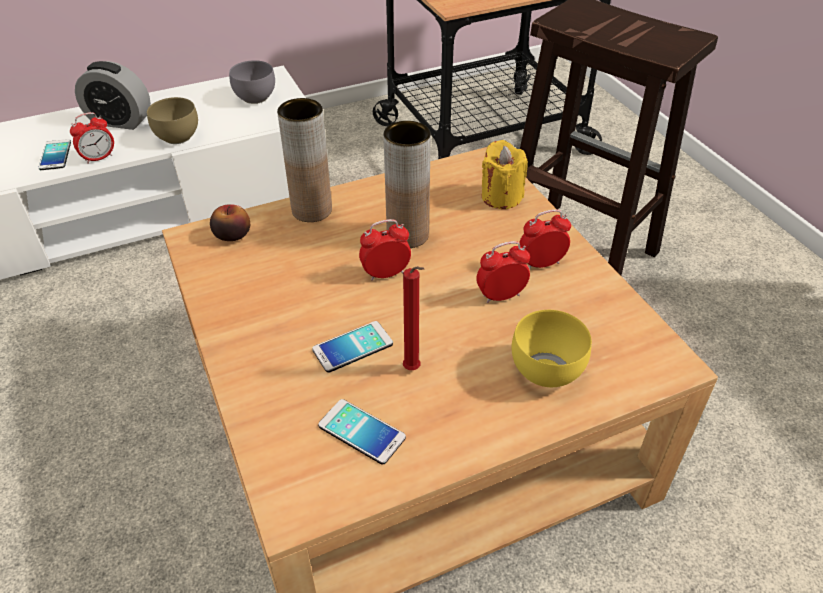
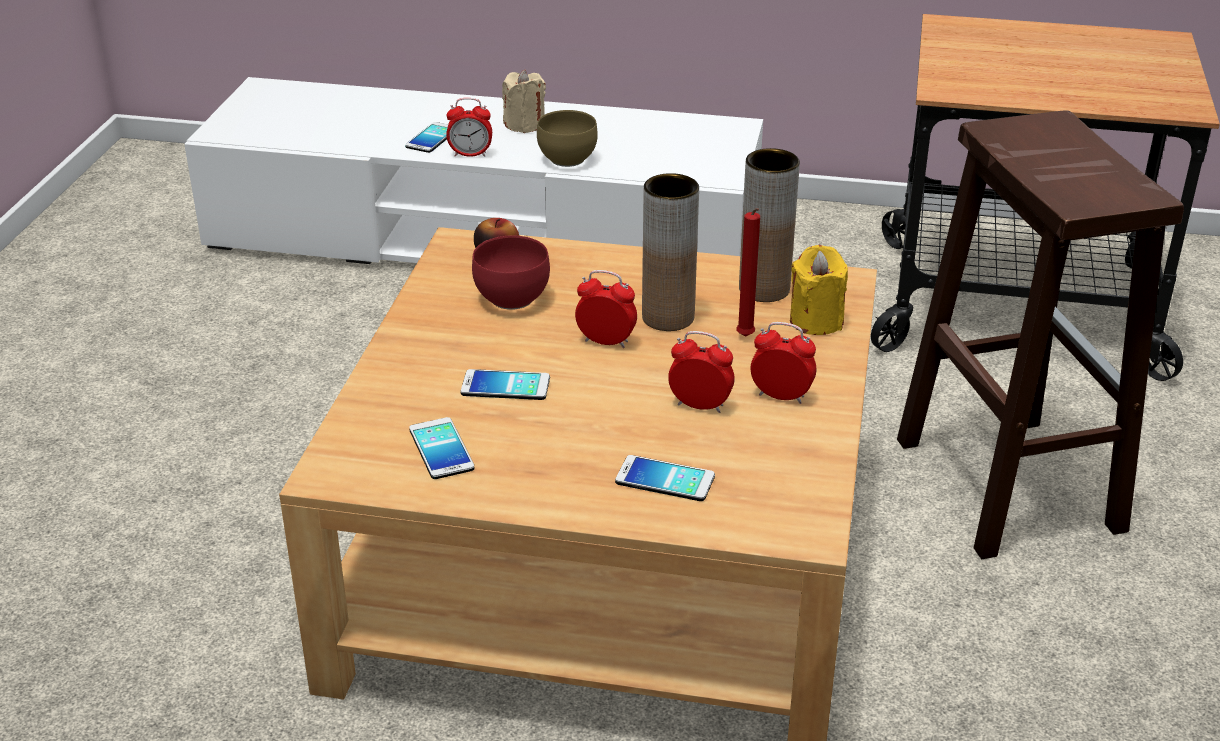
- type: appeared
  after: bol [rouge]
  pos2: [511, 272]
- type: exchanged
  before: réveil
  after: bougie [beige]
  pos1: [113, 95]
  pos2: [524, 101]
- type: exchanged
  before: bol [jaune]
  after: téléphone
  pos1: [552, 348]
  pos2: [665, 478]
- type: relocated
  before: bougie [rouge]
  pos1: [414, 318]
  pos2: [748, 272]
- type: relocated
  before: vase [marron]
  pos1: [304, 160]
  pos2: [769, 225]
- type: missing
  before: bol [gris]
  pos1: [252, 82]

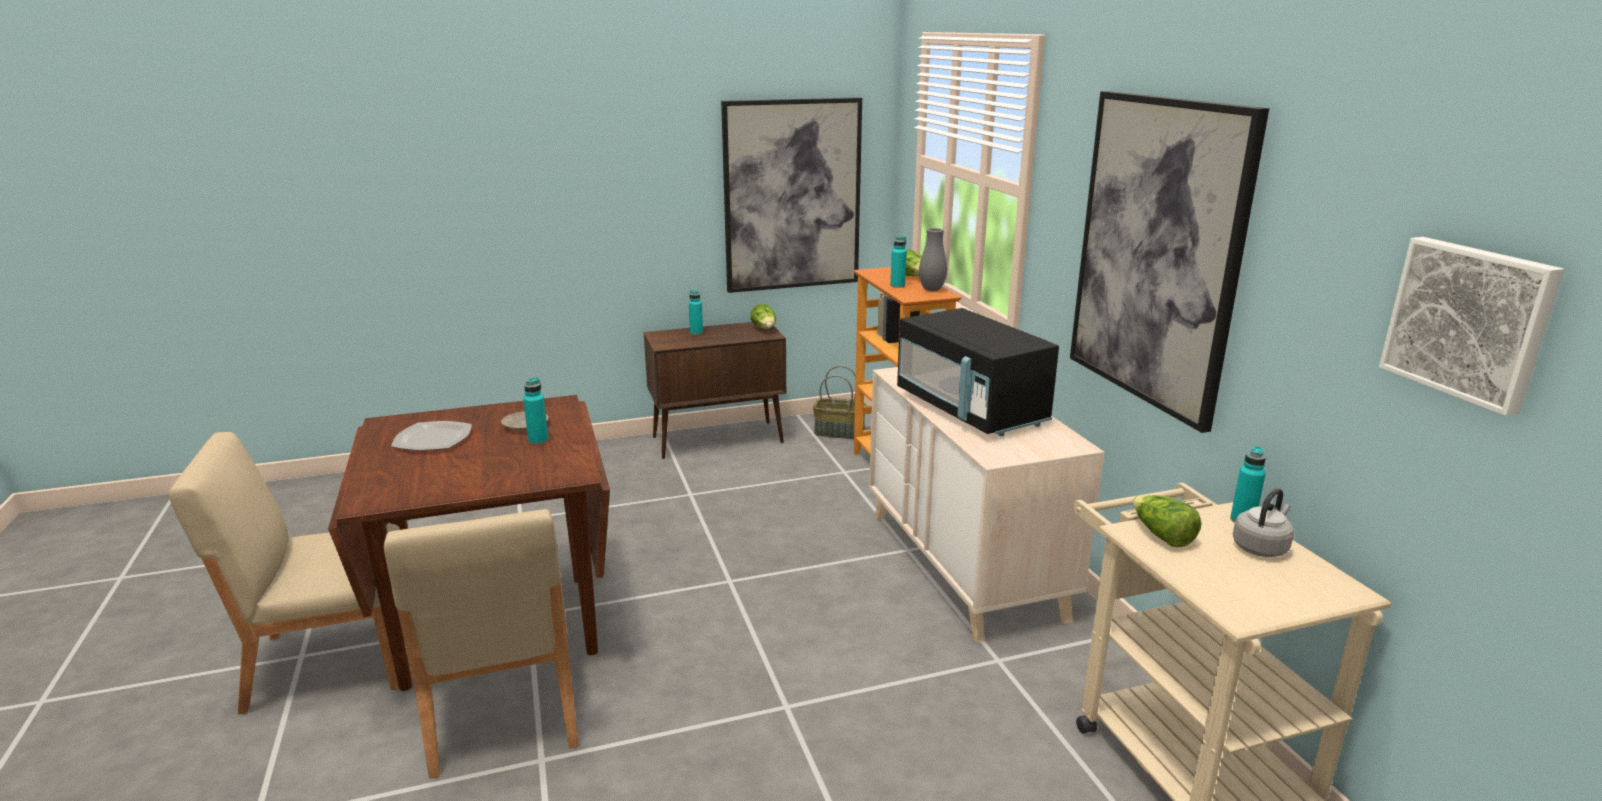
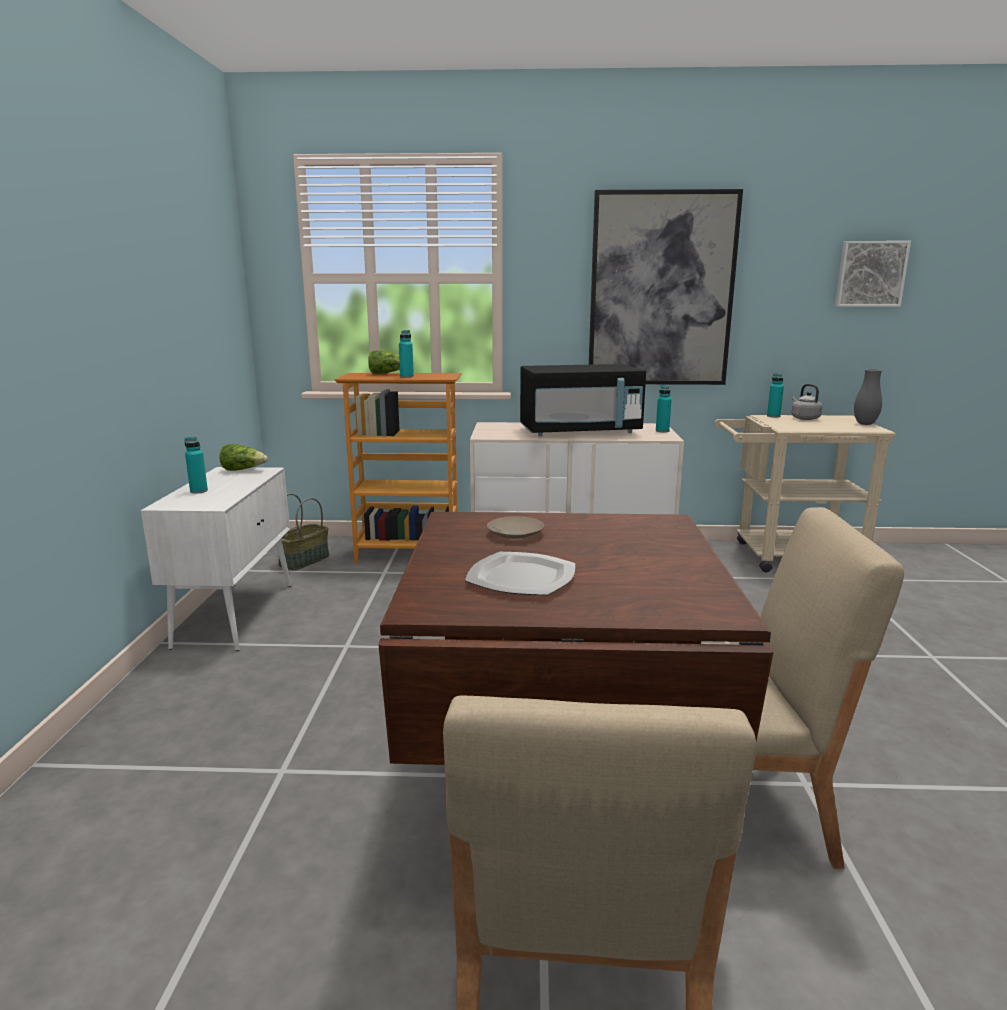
- type: colour
  before: meuble de rangement [marron]
  after: meuble de rangement [blanc]
  pos1: [715, 390]
  pos2: [216, 559]
- type: relocated
  before: bouteille [turquoise]
  pos1: [535, 411]
  pos2: [664, 408]
- type: relocated
  before: vase [gris]
  pos1: [933, 259]
  pos2: [868, 397]
- type: missing
  before: tableau
  pos1: [791, 195]
- type: missing
  before: laitue
  pos1: [1167, 521]

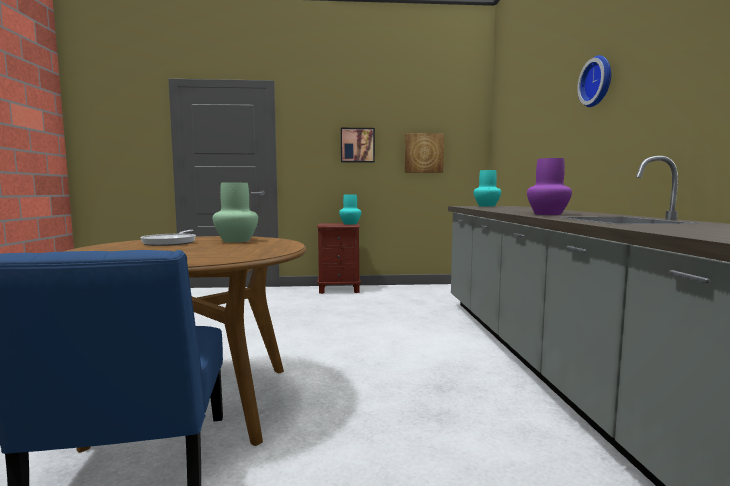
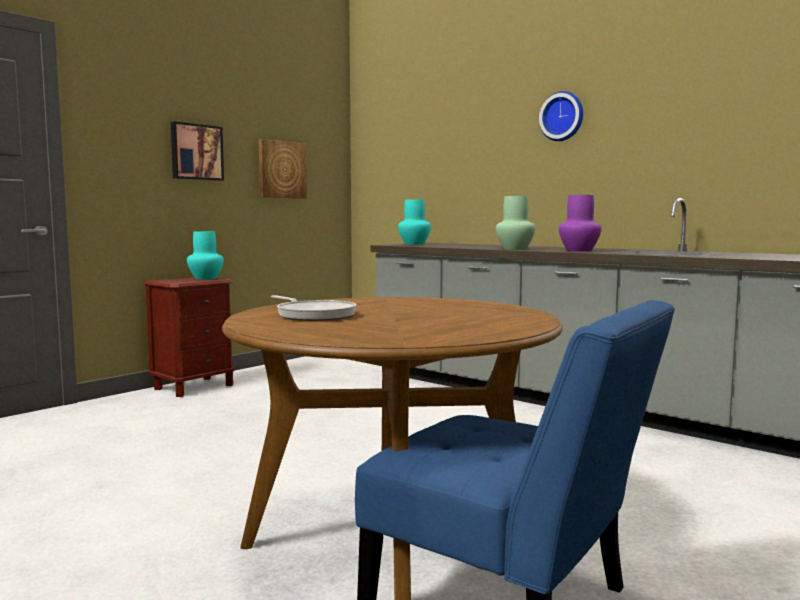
- type: relocated
  before: vase [vert]
  pos1: [235, 213]
  pos2: [516, 223]

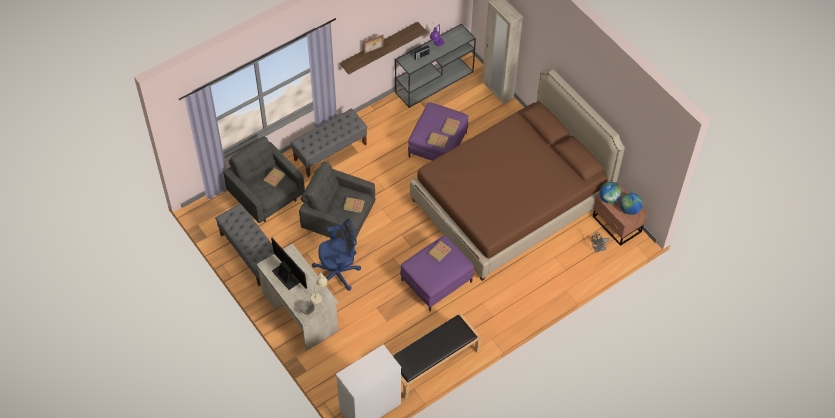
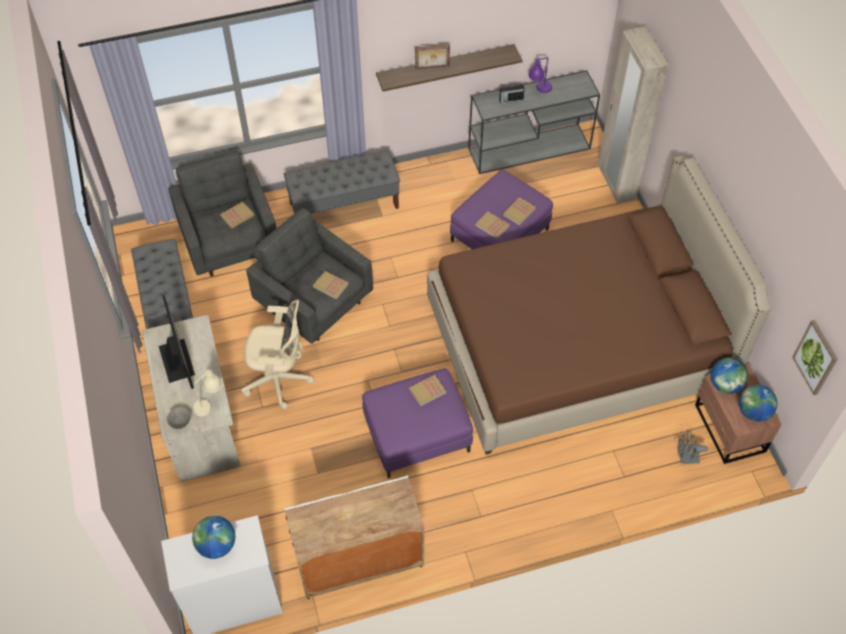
- type: appeared
  after: globe
  pos2: [213, 537]
- type: colour
  before: chaise de bureau [bleu]
  after: chaise de bureau [beige]
  pos1: [336, 254]
  pos2: [277, 355]
- type: exchanged
  before: banc [noir]
  after: meuble de rangement [blanc]
  pos1: [436, 356]
  pos2: [354, 537]
- type: appeared
  after: tableau
  pos2: [815, 357]

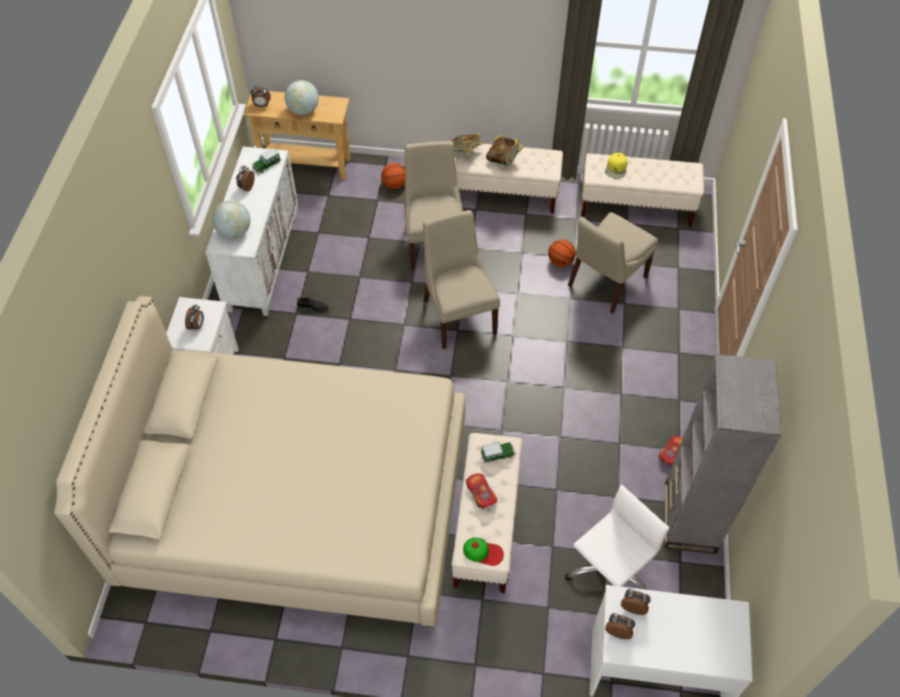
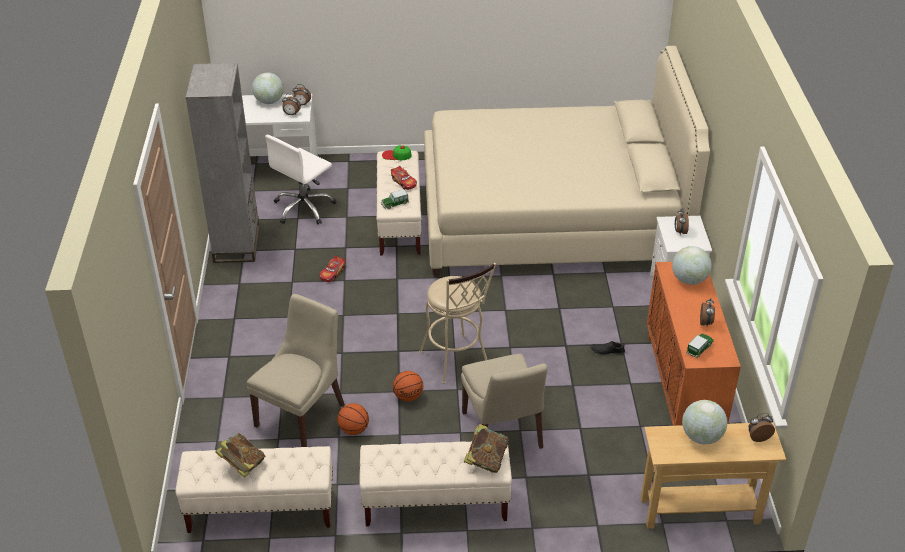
- type: relocated
  before: livre
  pos1: [505, 150]
  pos2: [240, 455]
- type: appeared
  after: globe
  pos2: [268, 88]
- type: relocated
  before: petite voiture
  pos1: [671, 450]
  pos2: [332, 269]
- type: relocated
  before: ballon de basket
  pos1: [393, 176]
  pos2: [408, 386]
- type: exchanged
  before: chaise [beige]
  after: tabouret [beige]
  pos1: [461, 279]
  pos2: [457, 323]
- type: colour
  before: meuble de rangement [blanc]
  after: meuble de rangement [orange]
  pos1: [251, 231]
  pos2: [694, 344]
- type: missing
  before: casquette [jaune]
  pos1: [616, 166]

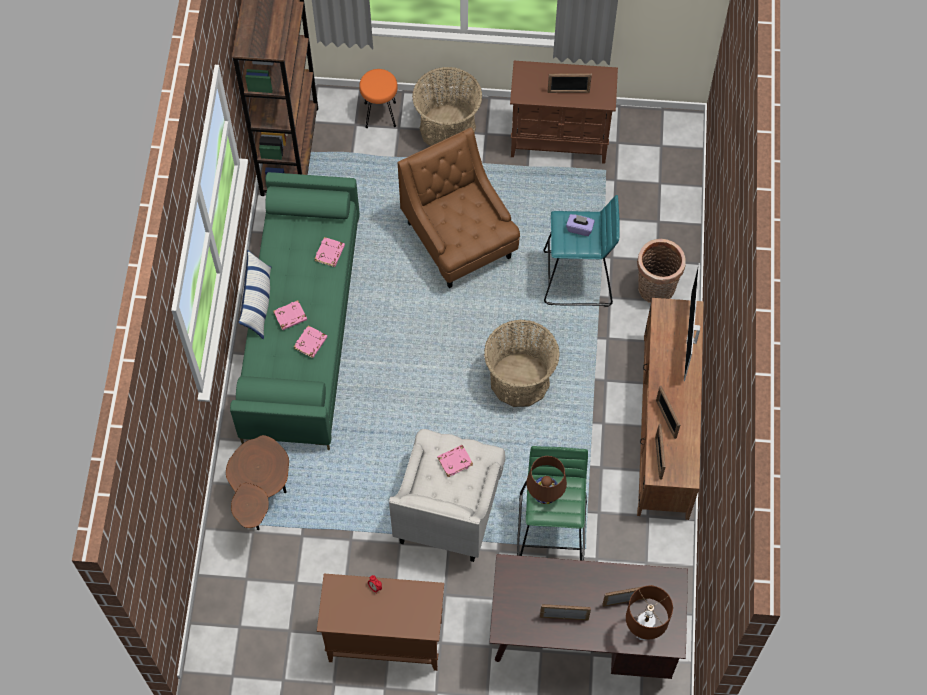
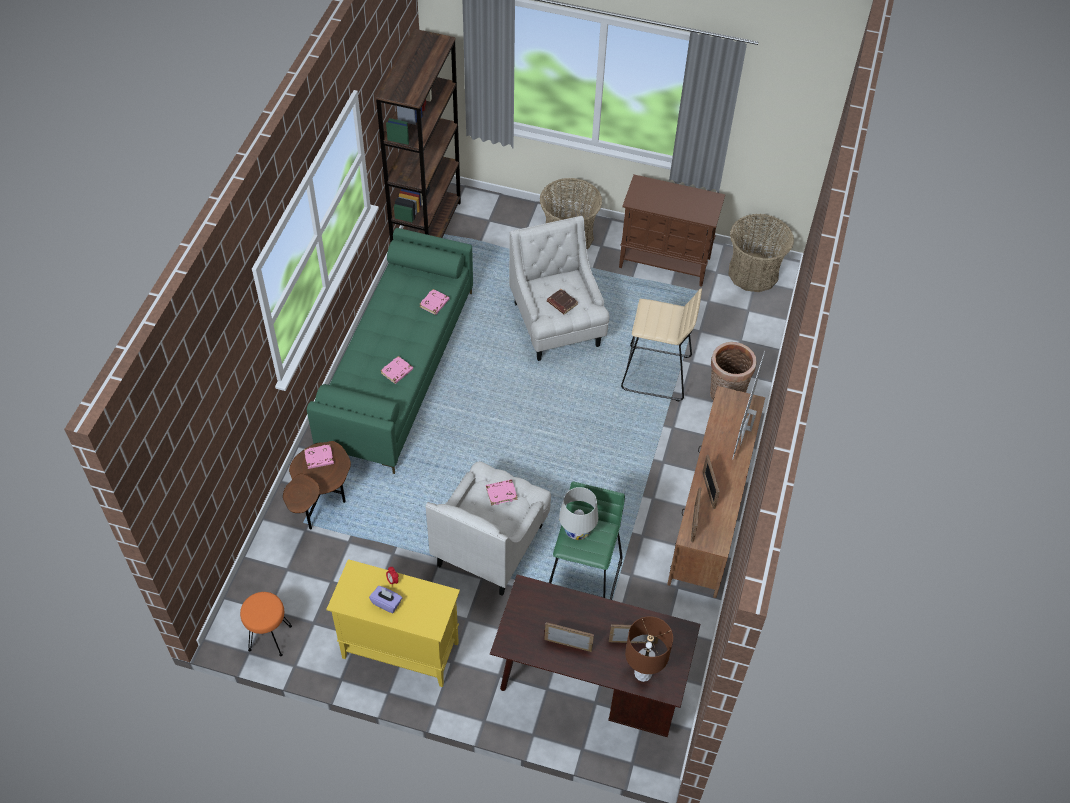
- type: relocated
  before: tabouret [orange]
  pos1: [378, 98]
  pos2: [266, 624]
- type: relocated
  before: livre [rose]
  pos1: [290, 315]
  pos2: [319, 456]
- type: colour
  before: meuble de rangement [marron]
  after: meuble de rangement [jaune]
  pos1: [380, 622]
  pos2: [393, 623]
- type: relocated
  before: boîte à mouchoirs [violet]
  pos1: [580, 225]
  pos2: [385, 600]
- type: colour
  before: fauteuil [marron]
  after: fauteuil [blanc]
  pos1: [459, 208]
  pos2: [559, 288]
- type: appeared
  after: livre [marron]
  pos2: [562, 301]
- type: colour
  before: lampe de table [marron]
  after: lampe de table [blanc]
  pos1: [546, 480]
  pos2: [578, 513]
- type: colour
  before: tabouret [turquoise]
  after: tabouret [beige]
  pos1: [581, 251]
  pos2: [661, 345]
- type: relocated
  before: panier
  pos1: [522, 363]
  pos2: [761, 253]
- type: missing
  before: coussin
  pos1: [254, 294]
- type: missing
  before: cadre photo
  pos1: [570, 83]

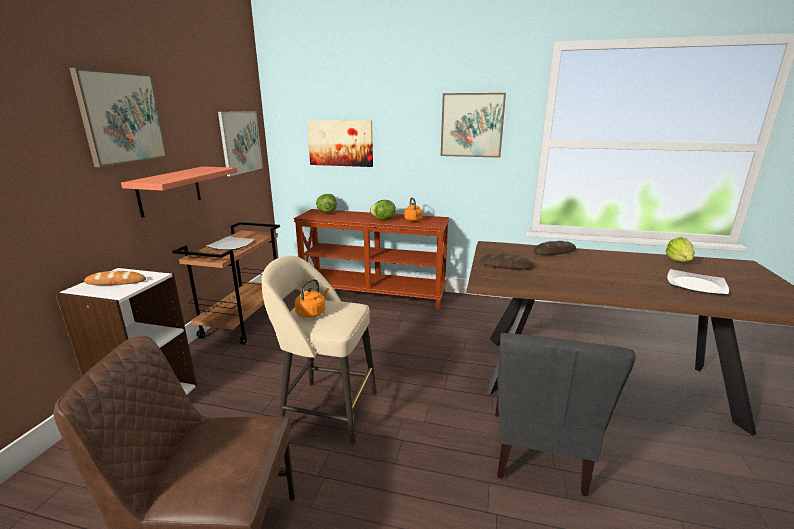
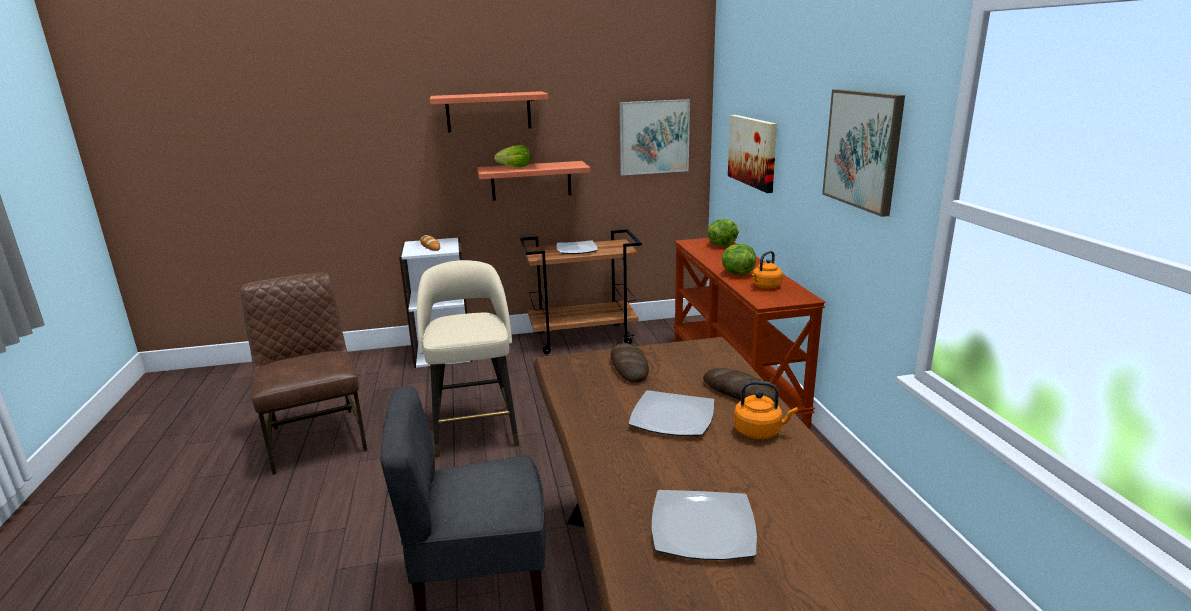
- type: exchanged
  before: tableau
  after: étagère
  pos1: [118, 117]
  pos2: [489, 111]
- type: relocated
  before: laitue
  pos1: [680, 249]
  pos2: [512, 156]
- type: appeared
  after: assiette
  pos2: [671, 413]
- type: relocated
  before: bouilloire [orange]
  pos1: [312, 298]
  pos2: [766, 410]

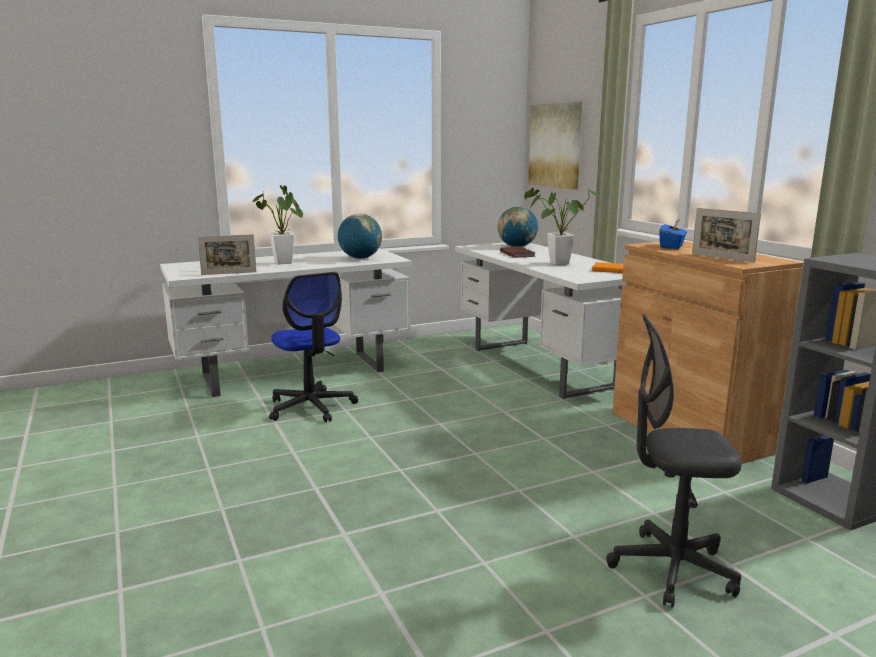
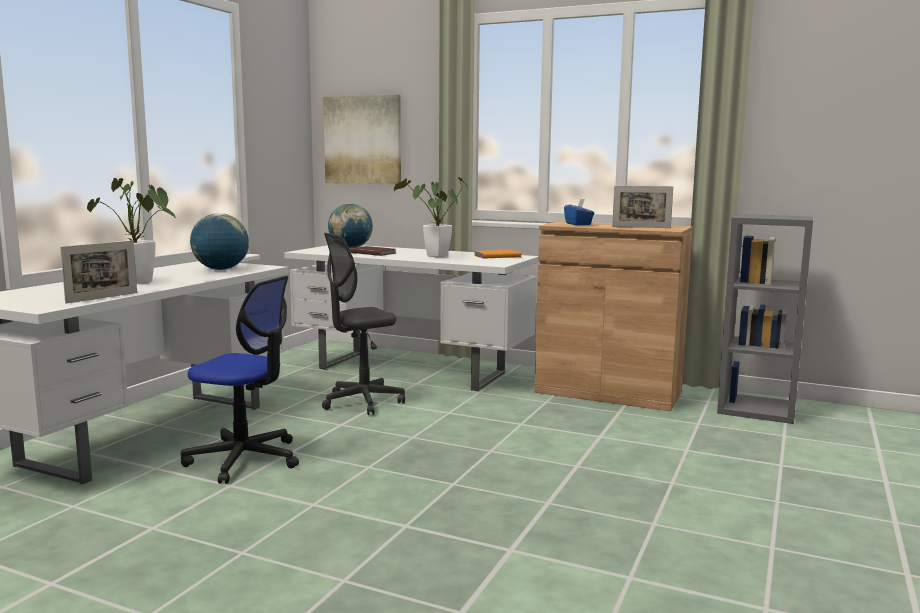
- type: relocated
  before: chaise de bureau [gris]
  pos1: [674, 461]
  pos2: [363, 324]

